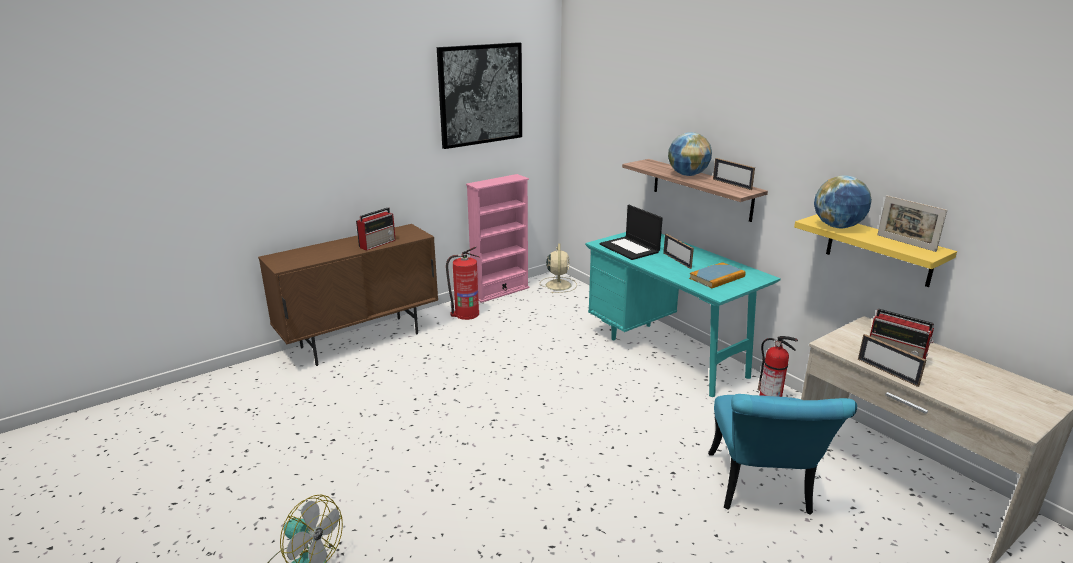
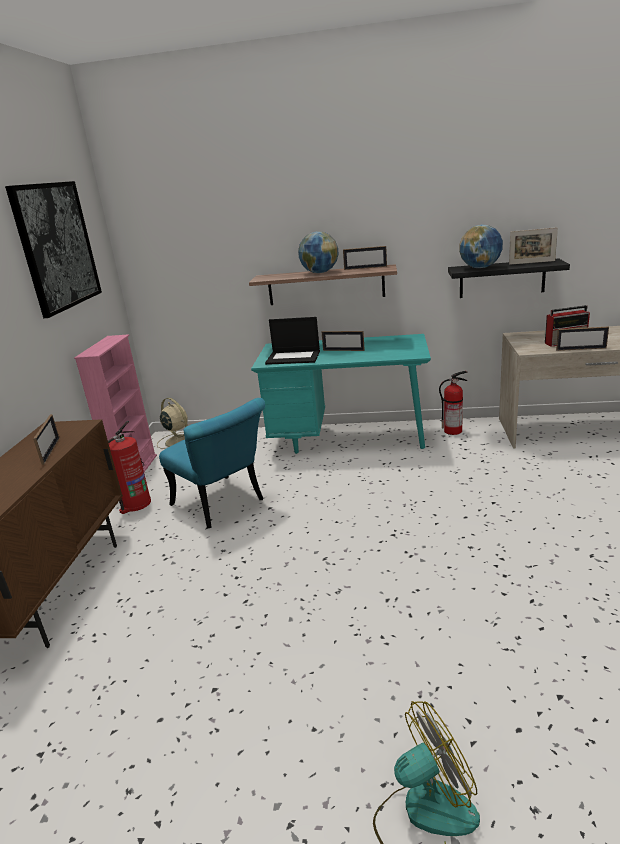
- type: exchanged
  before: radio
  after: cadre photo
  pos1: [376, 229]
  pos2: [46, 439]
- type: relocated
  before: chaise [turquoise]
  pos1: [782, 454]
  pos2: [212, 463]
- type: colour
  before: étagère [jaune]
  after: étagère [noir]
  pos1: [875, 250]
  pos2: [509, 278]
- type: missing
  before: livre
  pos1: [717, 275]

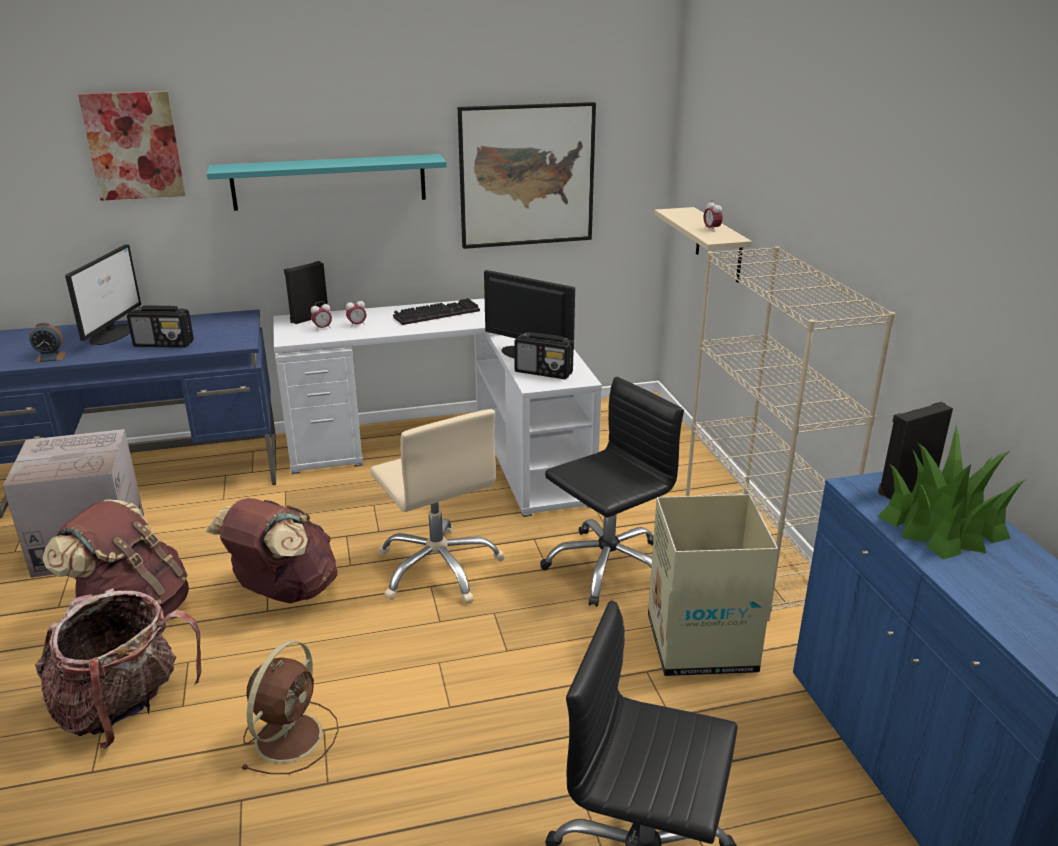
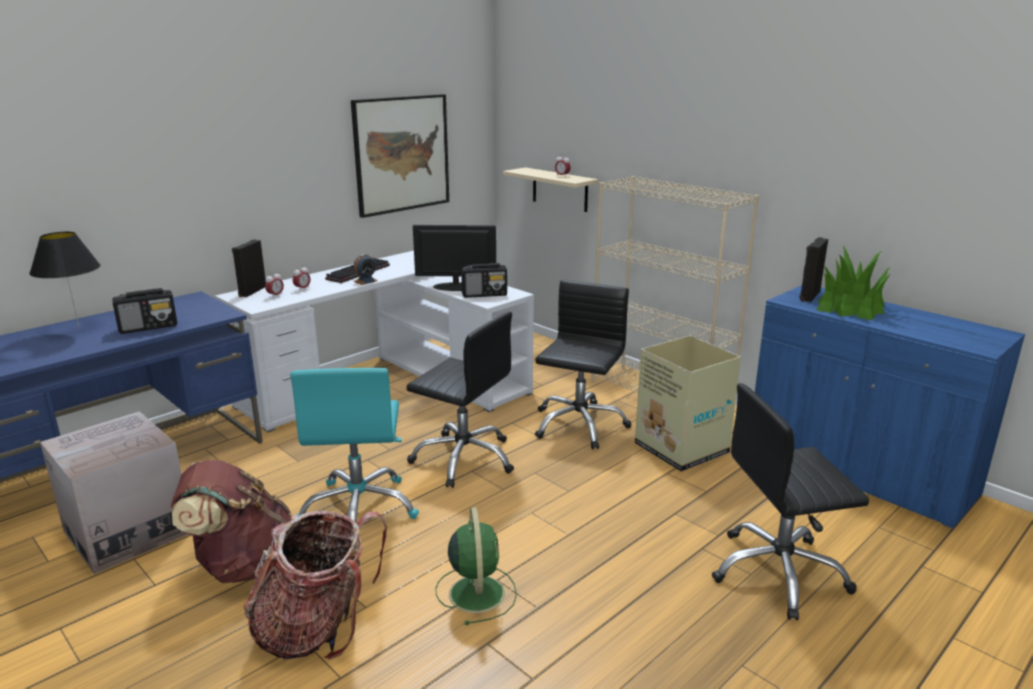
- type: exchanged
  before: écran d'ordinateur
  after: lampe de table [noir]
  pos1: [103, 294]
  pos2: [64, 281]
- type: exchanged
  before: sac à dos [marron]
  after: chaise de bureau [turquoise]
  pos1: [272, 550]
  pos2: [354, 446]
- type: relocated
  before: réveil
  pos1: [48, 342]
  pos2: [365, 269]
- type: colour
  before: chaise de bureau [beige]
  after: chaise de bureau [noir]
  pos1: [437, 506]
  pos2: [460, 400]
- type: colour
  before: ventilateur [marron]
  after: ventilateur [vert]
  pos1: [290, 707]
  pos2: [476, 566]
- type: missing
  before: tableau
  pos1: [132, 146]
- type: missing
  before: étagère [turquoise]
  pos1: [327, 182]

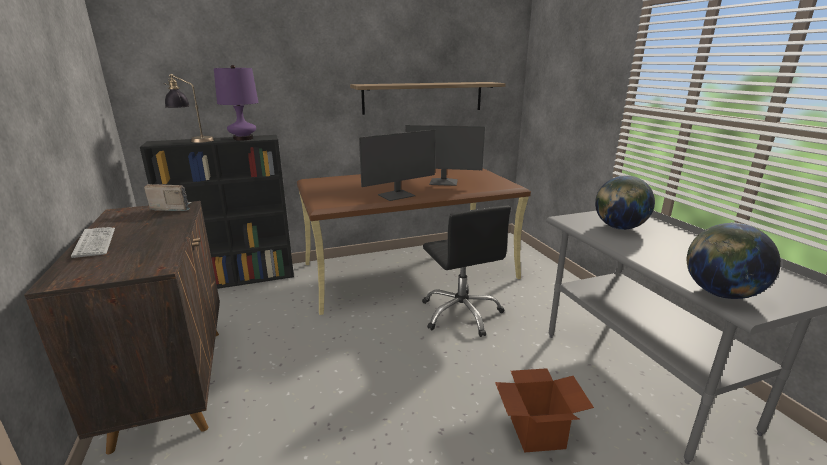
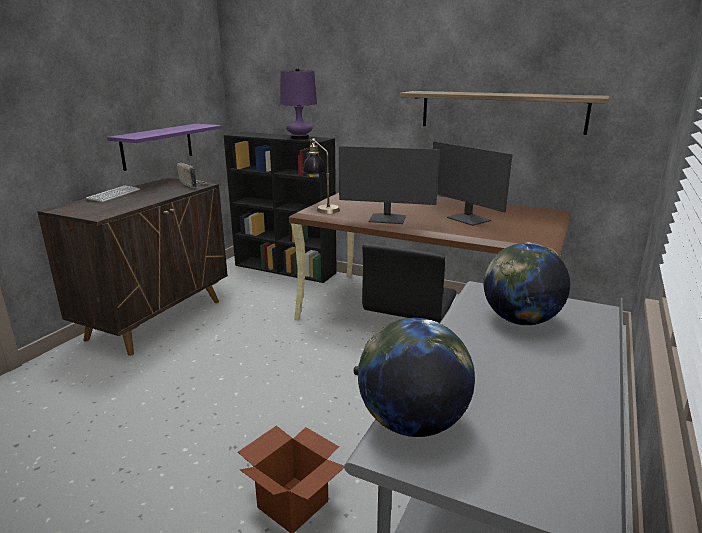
- type: appeared
  after: étagère [violet]
  pos2: [164, 147]
- type: relocated
  before: lampe de table
  pos1: [188, 108]
  pos2: [321, 176]

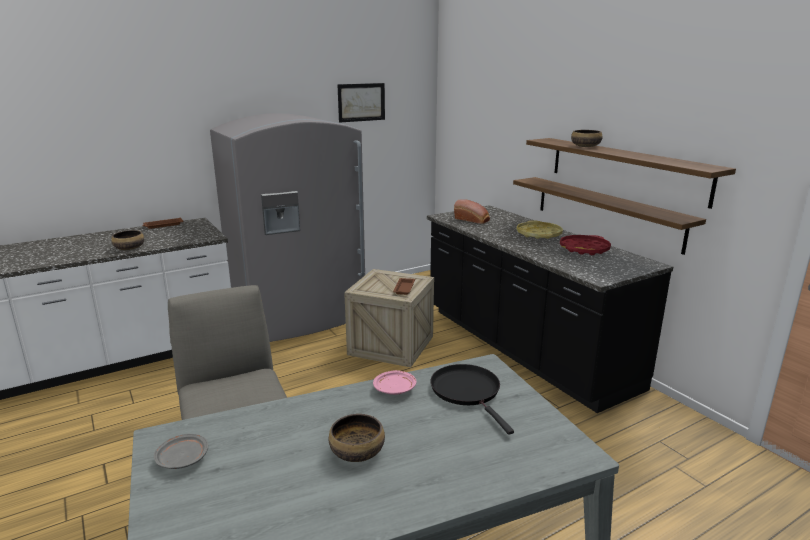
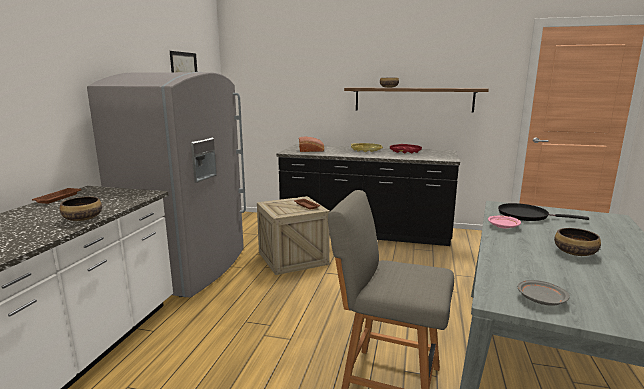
- type: missing
  before: étagère
  pos1: [609, 216]

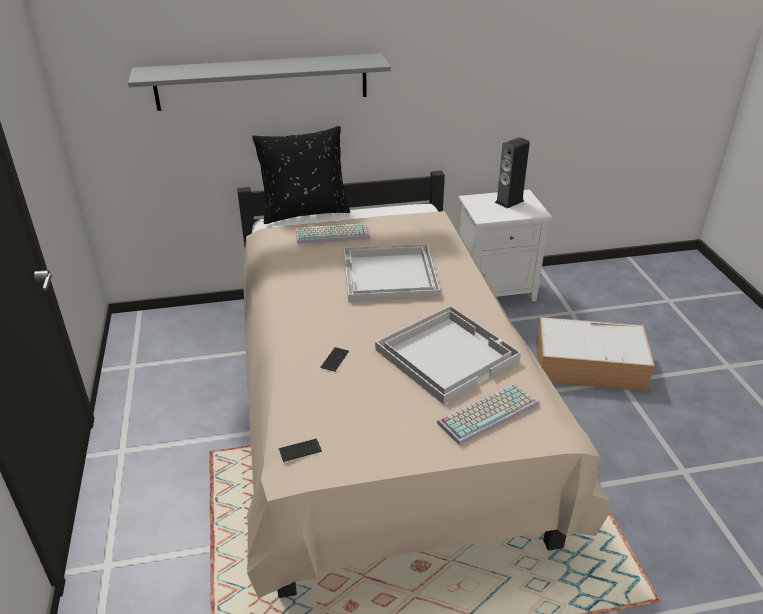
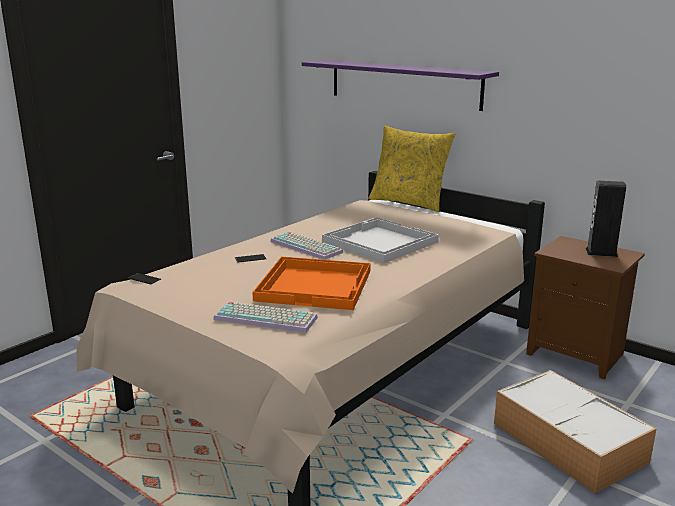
- type: colour
  before: plateau [blanc]
  after: plateau [orange]
  pos1: [448, 354]
  pos2: [311, 283]
- type: relocated
  before: clavier
  pos1: [333, 233]
  pos2: [307, 246]
- type: colour
  before: étagère [gris]
  after: étagère [violet]
  pos1: [259, 82]
  pos2: [400, 85]
- type: colour
  before: coussin [noir]
  after: coussin [jaune]
  pos1: [301, 175]
  pos2: [411, 169]
- type: colour
  before: table de chevet [blanc]
  after: table de chevet [marron]
  pos1: [505, 245]
  pos2: [585, 307]

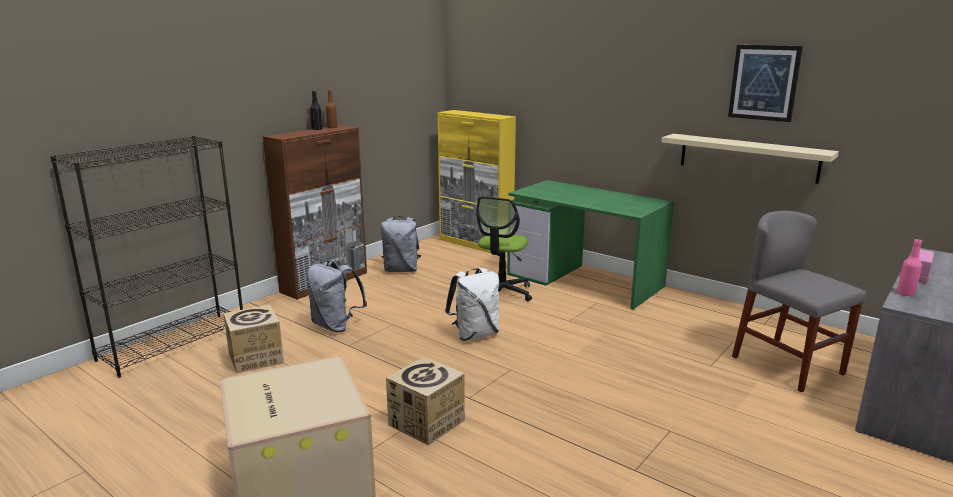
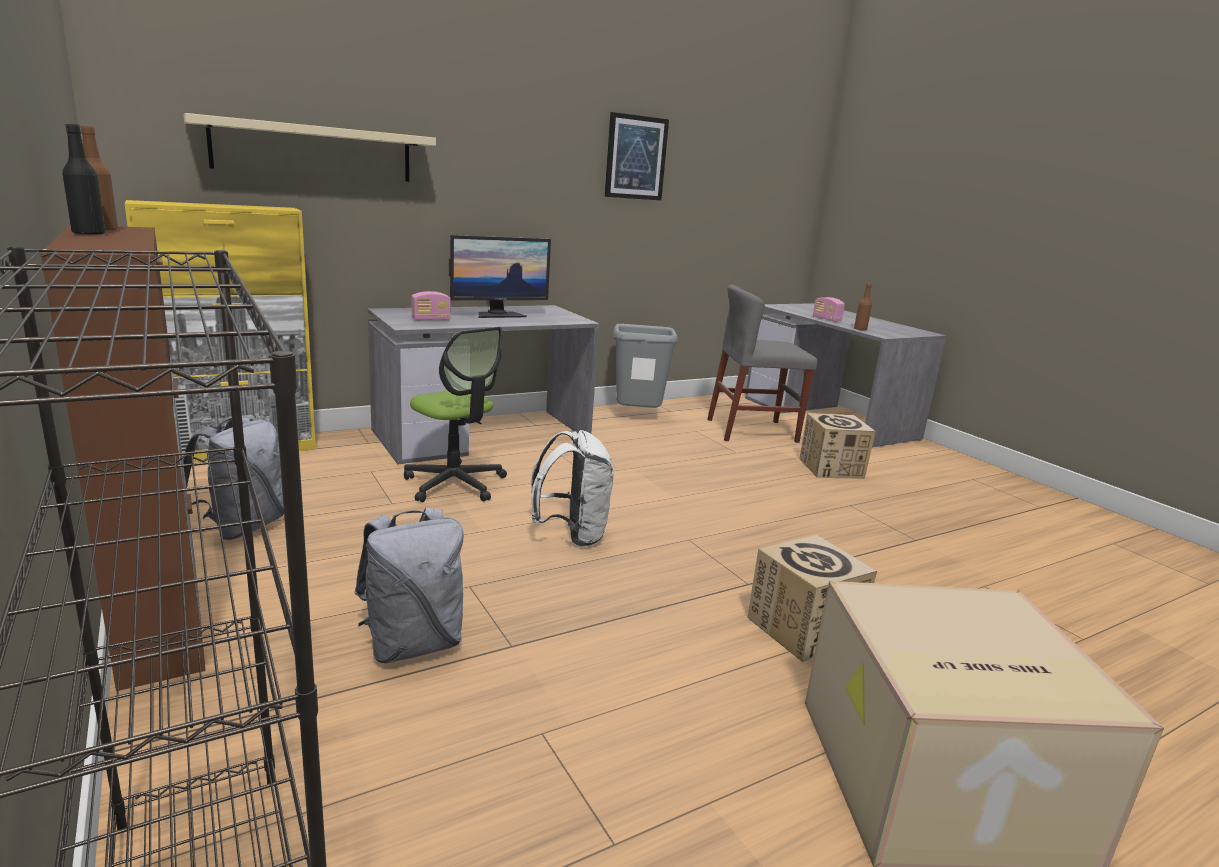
- type: relocated
  before: étagère [beige]
  pos1: [750, 159]
  pos2: [310, 147]
- type: colour
  before: bureau [vert]
  after: bureau [gris]
  pos1: [590, 245]
  pos2: [483, 384]
- type: appeared
  after: radio
  pos2: [431, 306]
- type: appeared
  after: écran d'ordinateur
  pos2: [500, 276]
- type: appeared
  after: poubelle [gris]
  pos2: [646, 366]
- type: relocated
  before: carton
  pos1: [253, 339]
  pos2: [837, 446]
- type: colour
  before: bouteille [rose]
  after: bouteille [marron]
  pos1: [909, 268]
  pos2: [863, 307]

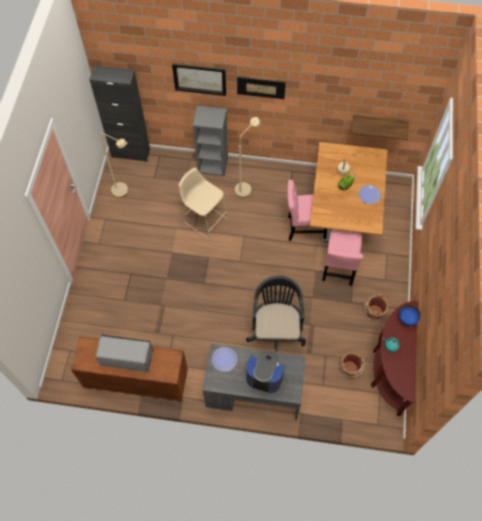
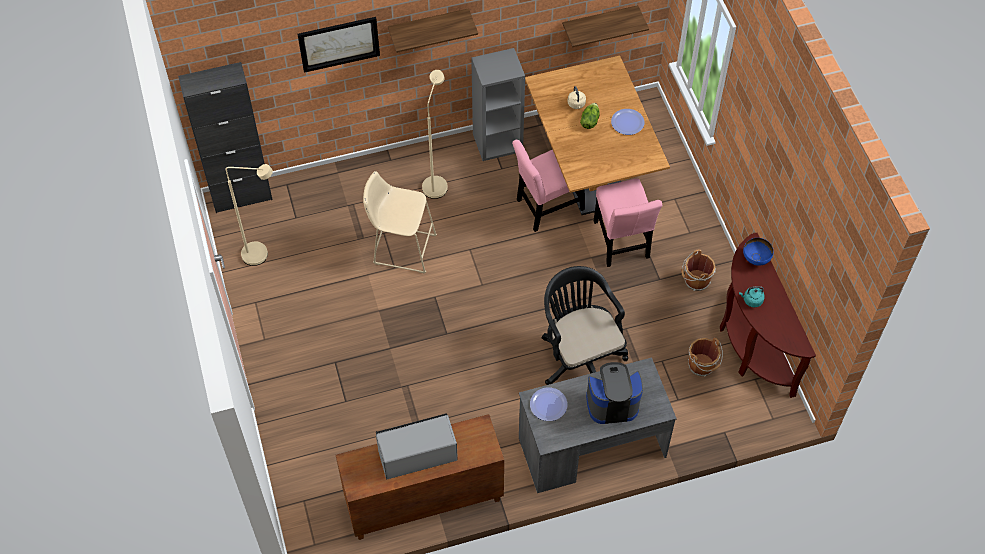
- type: exchanged
  before: tableau
  after: étagère
  pos1: [261, 88]
  pos2: [433, 30]
- type: relocated
  before: bibliothèque [gris]
  pos1: [210, 141]
  pos2: [498, 104]

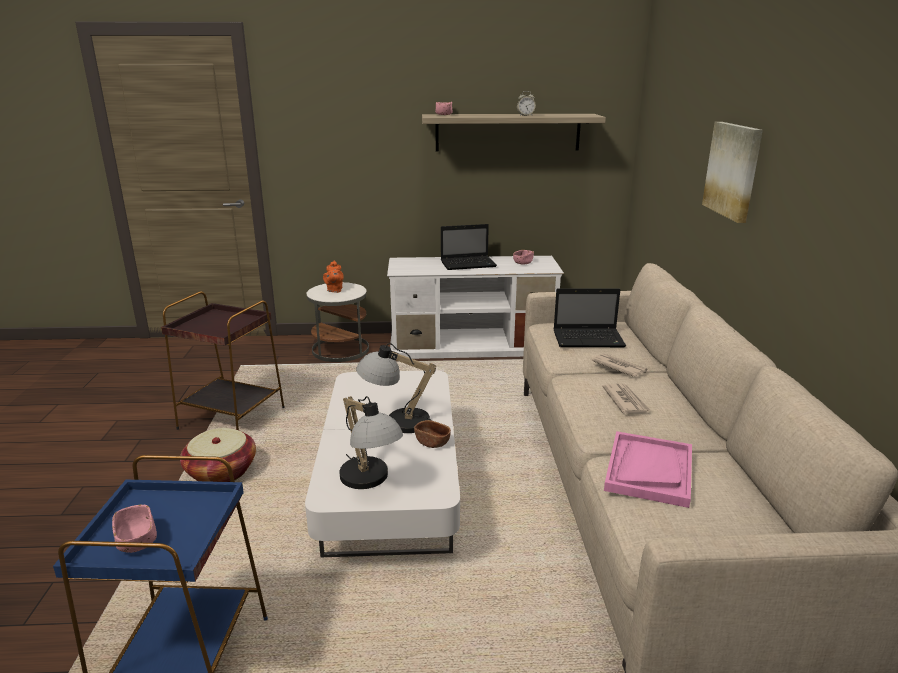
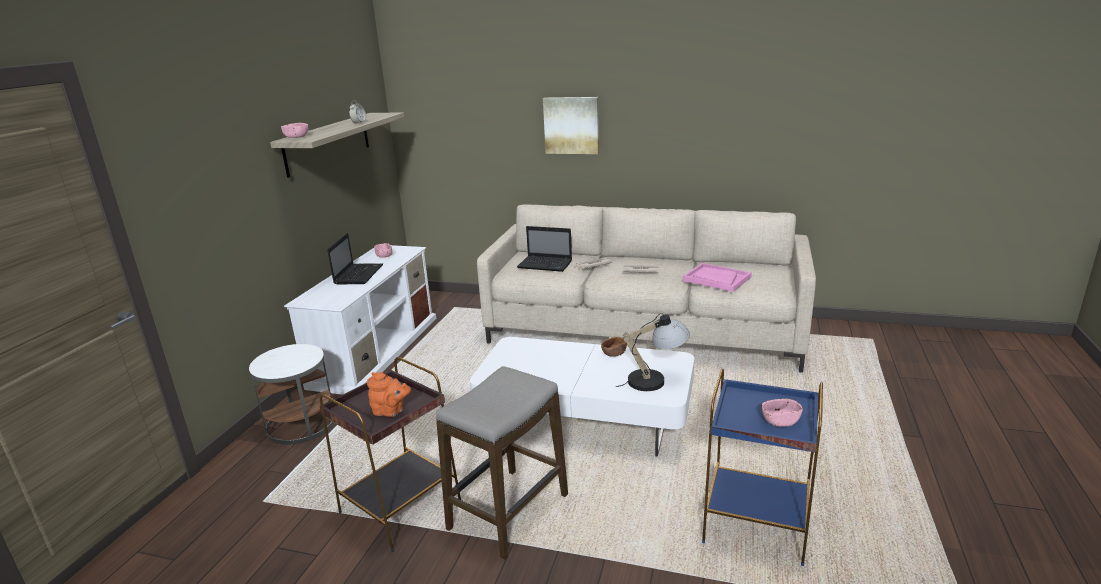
- type: relocated
  before: théière [orange]
  pos1: [333, 276]
  pos2: [389, 394]
- type: exchanged
  before: panier
  after: tabouret
  pos1: [218, 455]
  pos2: [502, 463]
- type: spun
  before: ordinateur portable
  pos1: [590, 318]
  pos2: [544, 249]
  turn: 90
- type: missing
  before: lampe de table
  pos1: [396, 388]

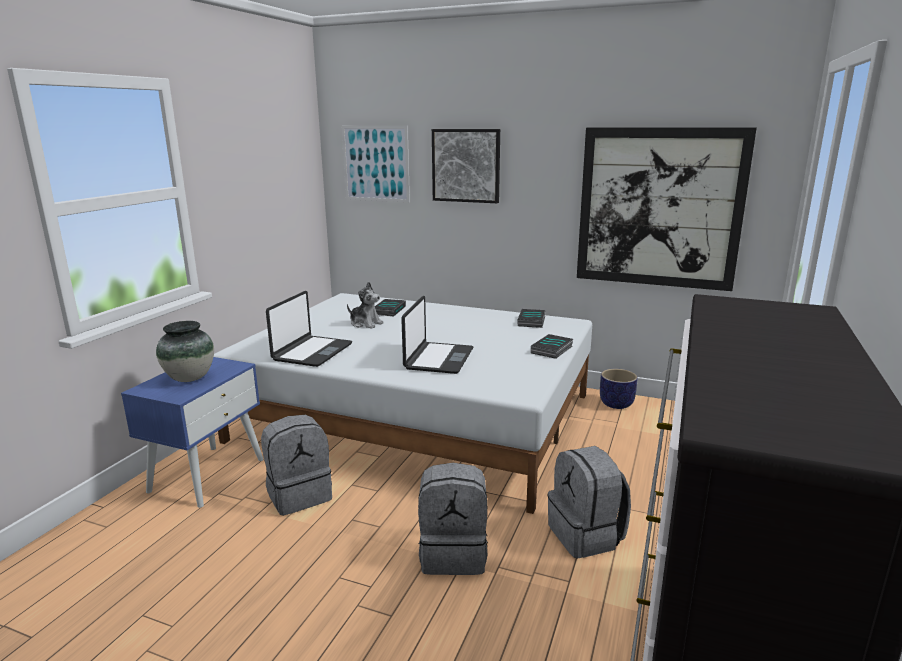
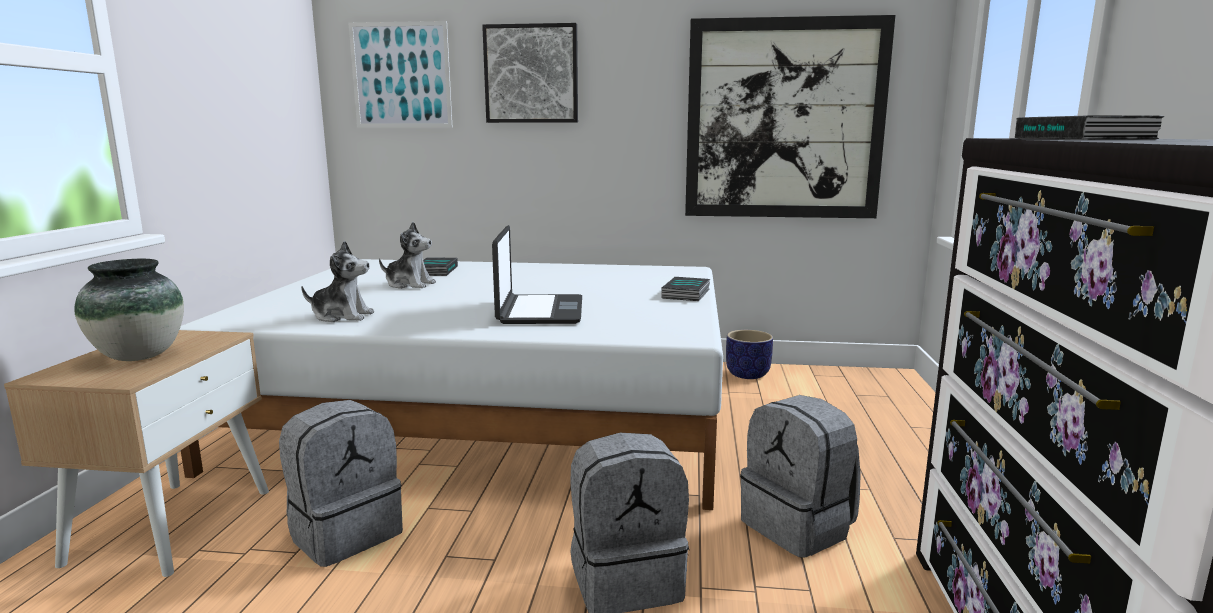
- type: colour
  before: table de chevet [bleu]
  after: table de chevet [beige]
  pos1: [192, 432]
  pos2: [136, 453]
- type: exchanged
  before: ordinateur portable
  after: peluche
  pos1: [309, 329]
  pos2: [337, 281]
- type: relocated
  before: livre
  pos1: [532, 318]
  pos2: [1090, 127]

